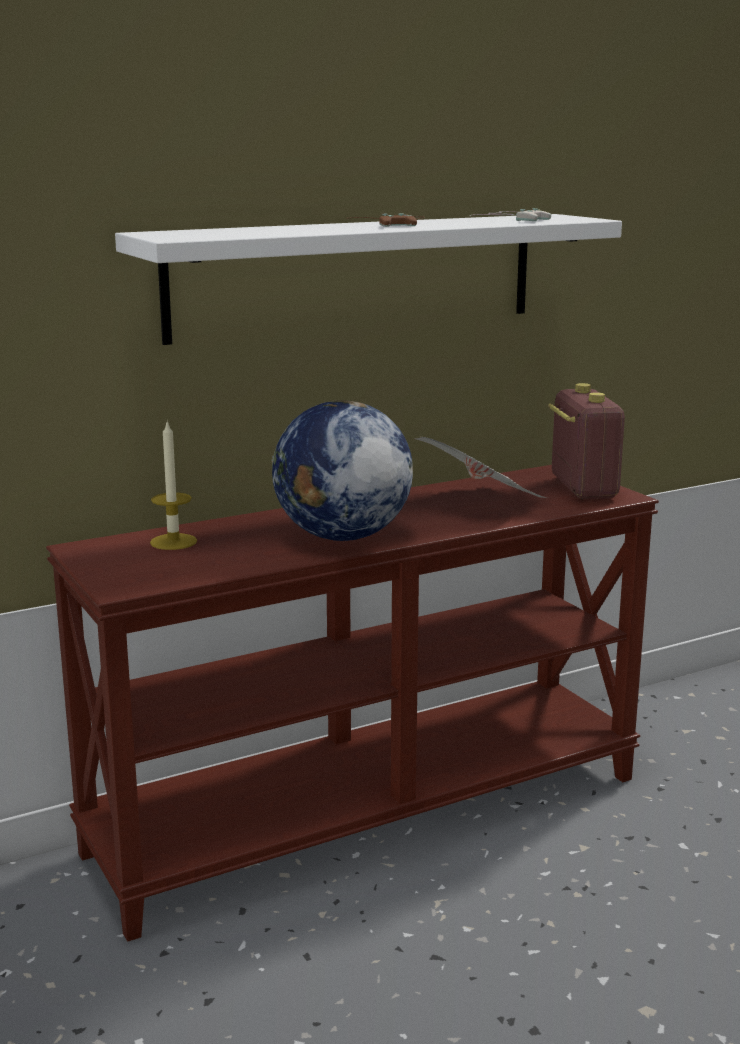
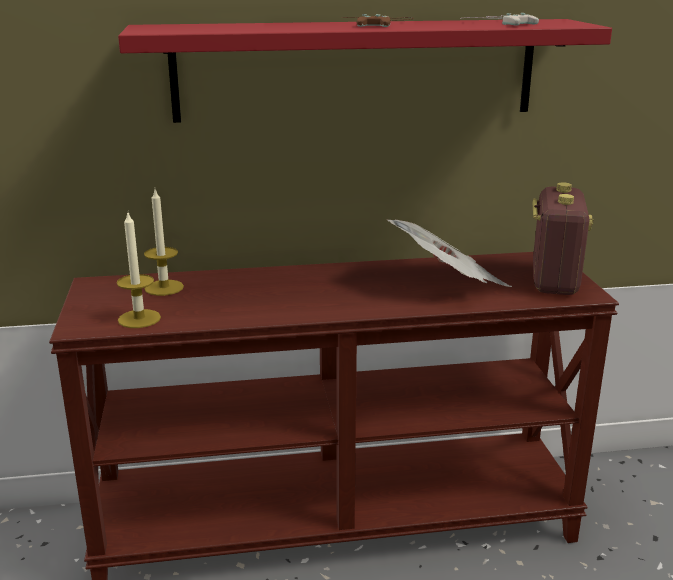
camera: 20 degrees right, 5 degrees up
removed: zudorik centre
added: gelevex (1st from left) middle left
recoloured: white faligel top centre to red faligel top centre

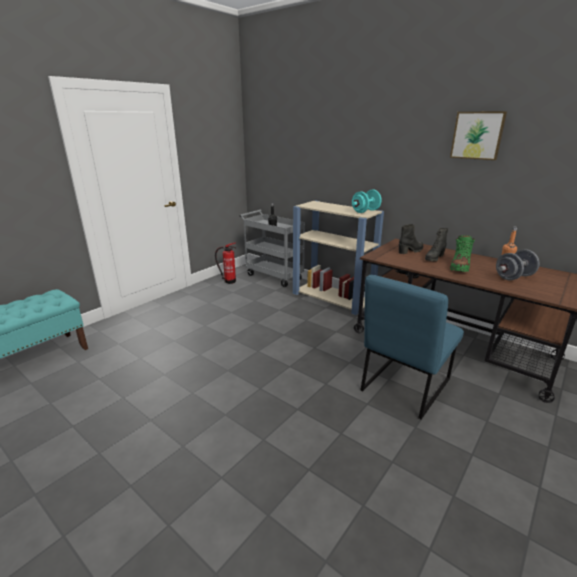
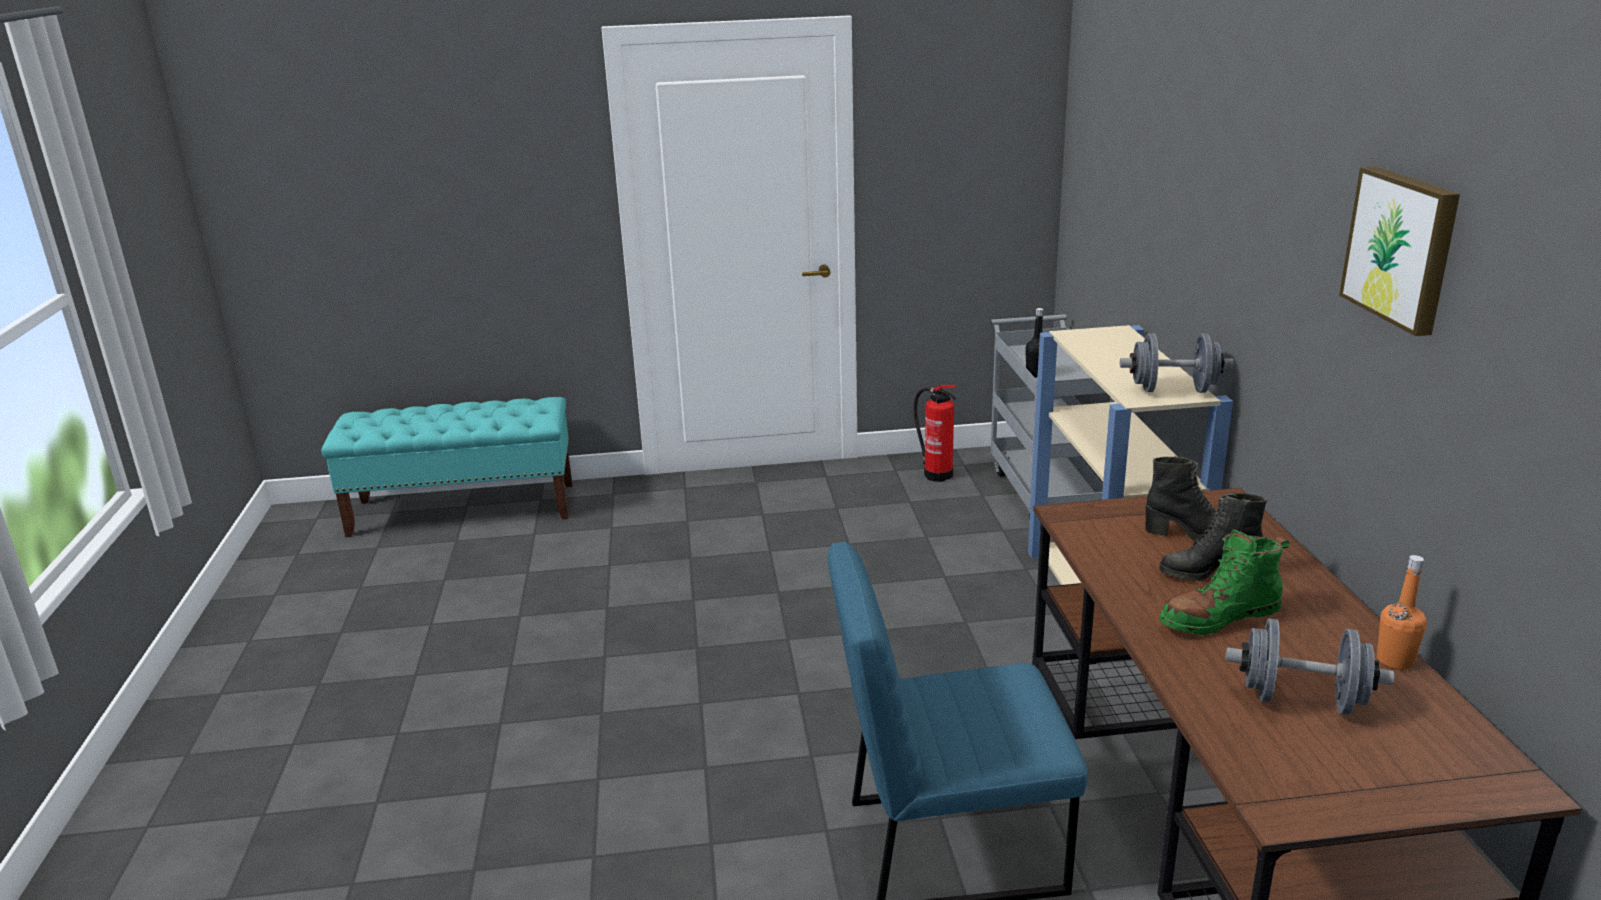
camera: 45 degrees right, 0 degrees up
recoloured: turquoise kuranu centre to grey kuranu (1st from left) middle right

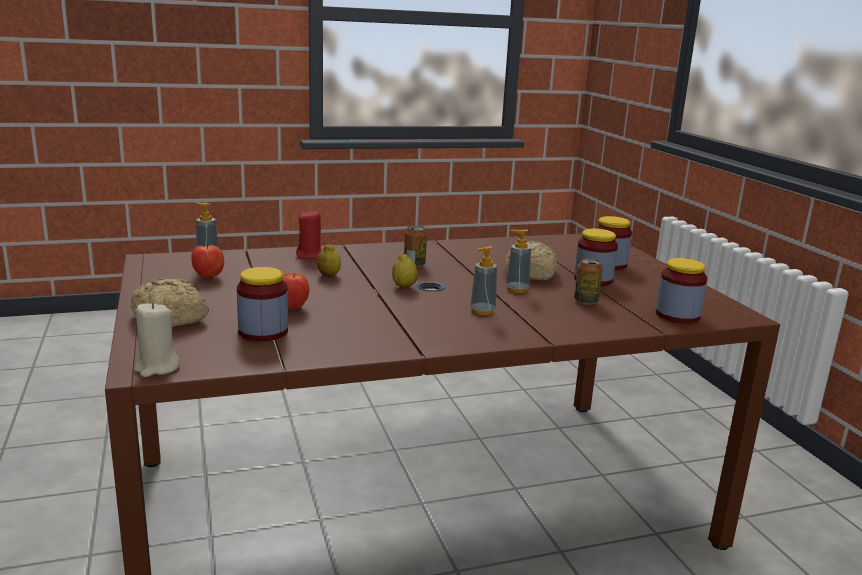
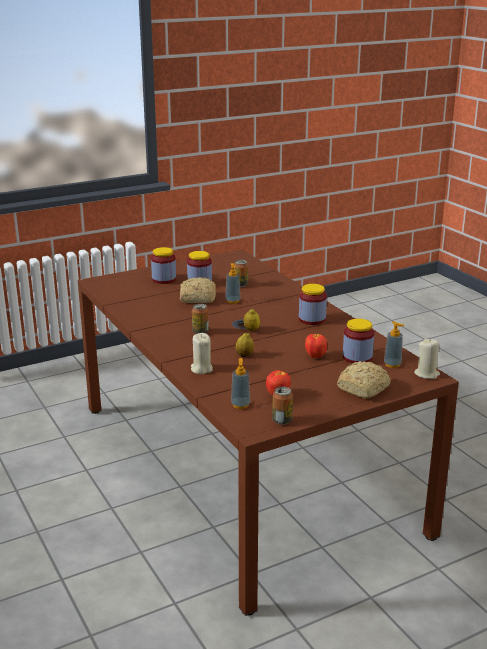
camera: 100 degrees left, 5 degrees up
added: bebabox (3rd from left) centre
moved: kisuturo (4th from left in the first image) middle right to kisuturo (3rd from left) centre; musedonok (2nd from left in the first image) centre to musedonok (3rd from left) middle right
recoloured: red gelevex centre to beige gelevex (1st from left) centre

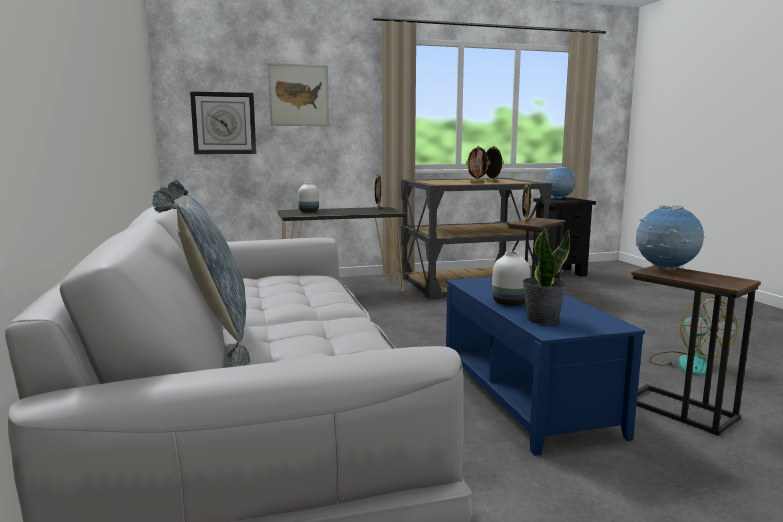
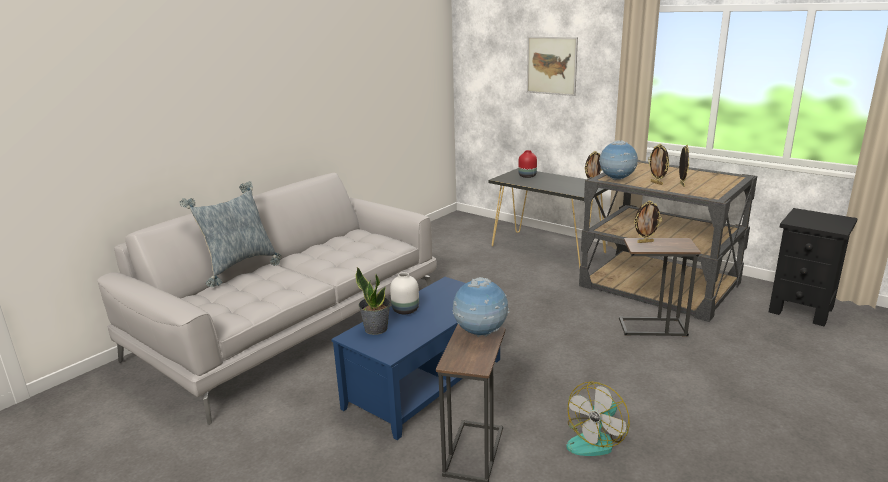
camera: 55 degrees right, 10 degrees up
removed: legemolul top left
moved: zudorik (1st from left in the first image) middle right to zudorik (2nd from left) top right
recoloured: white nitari (1st from left) centre to red nitari centre

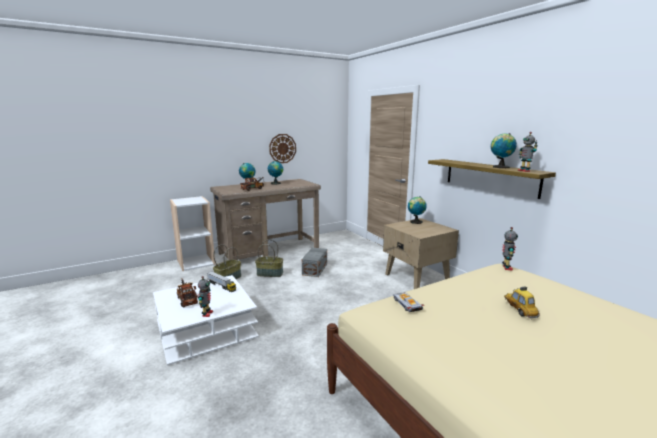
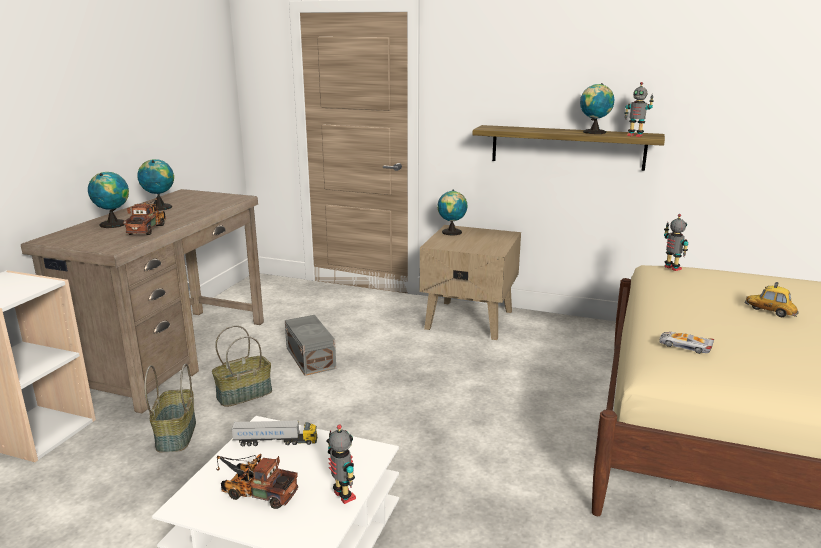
camera: 40 degrees left, 5 degrees up
removed: legemolul centre

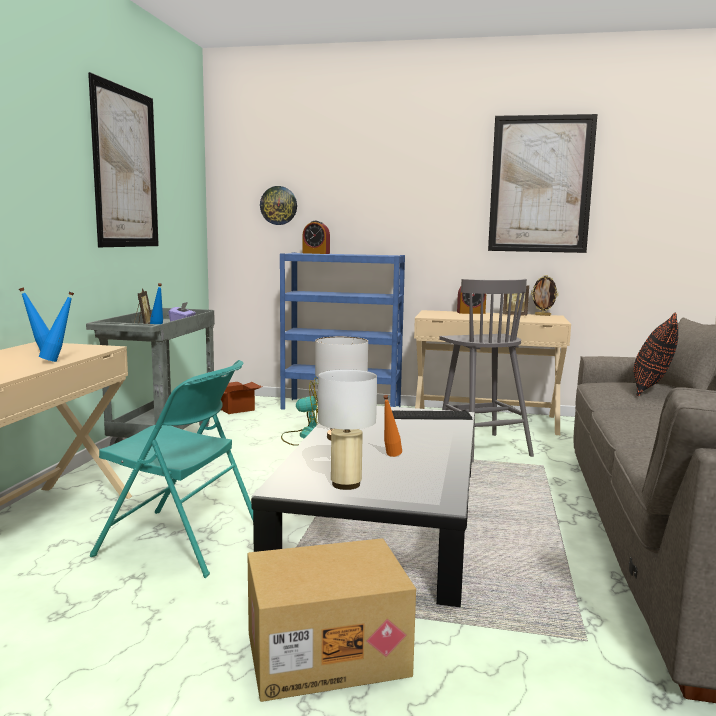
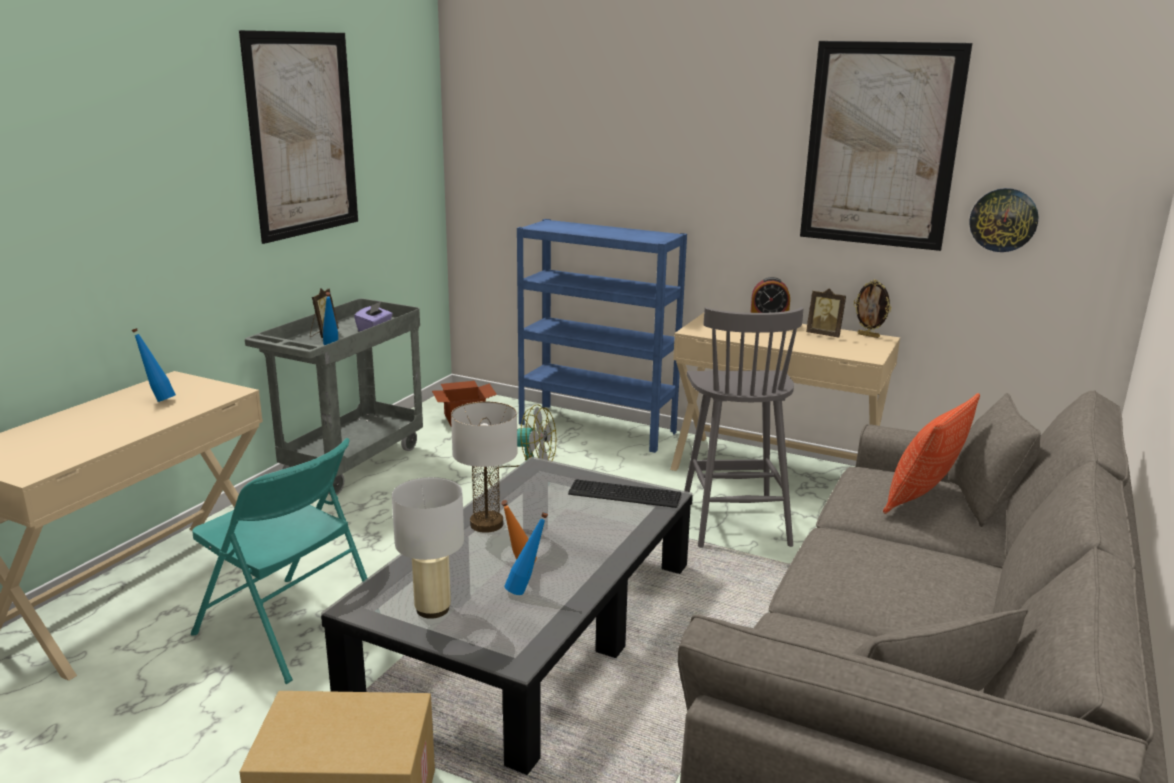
camera: 15 degrees right, 10 degrees up
removed: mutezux (1st from left) top centre
moved: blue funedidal (2nd from left in the first image) middle left to blue funedidal (3rd from left) bottom centre; legemolul top centre to top right
recoloured: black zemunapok middle right to orange zemunapok middle right

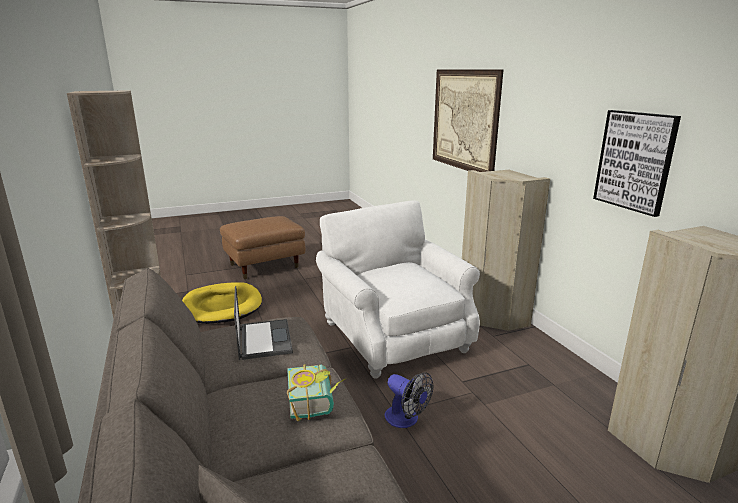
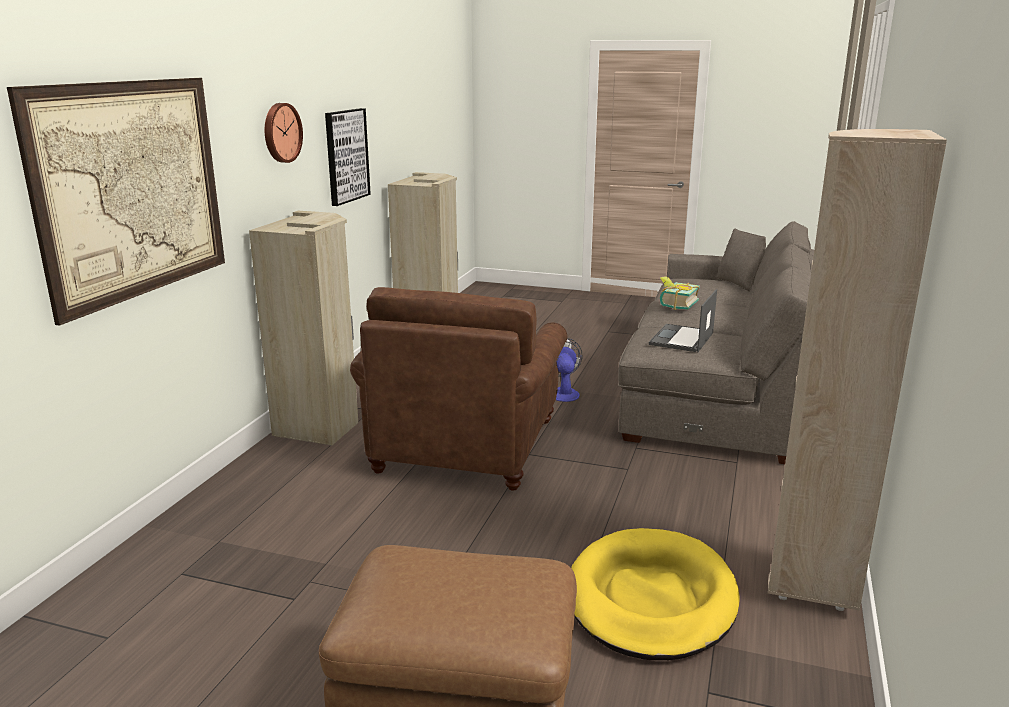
camera: 140 degrees left, 0 degrees up
added: legemolul top left
recoloured: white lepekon centre to brown lepekon centre

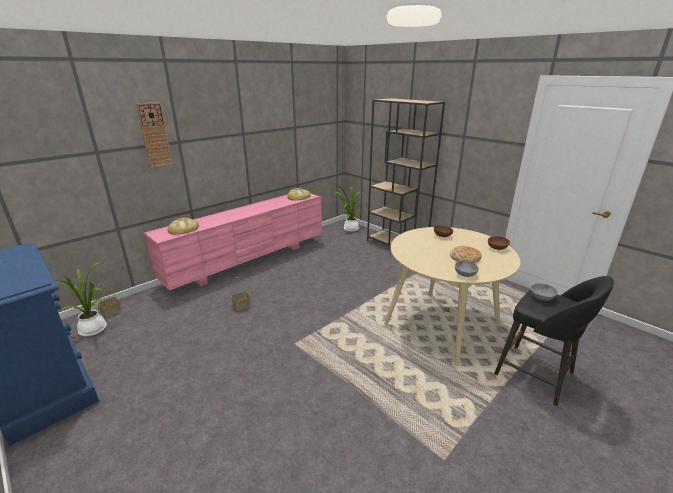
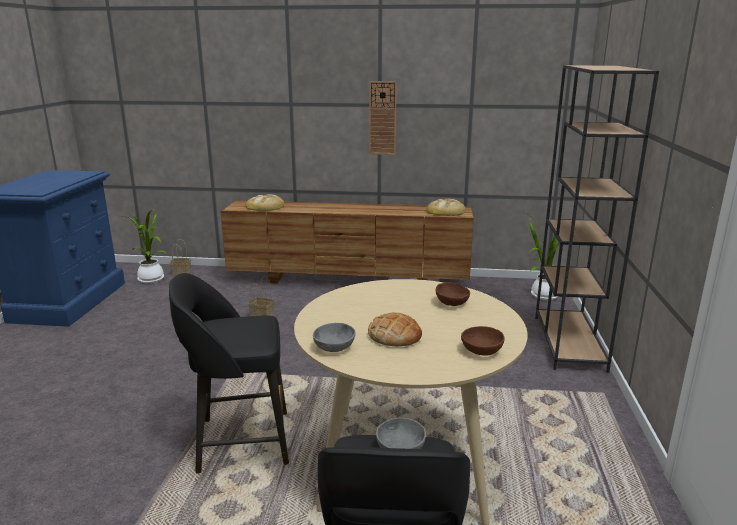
camera: 50 degrees right, 5 degrees down
added: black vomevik (1st from left) bottom left
moved: legemolul top left to top centre
recoloured: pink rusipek centre to brown rusipek centre

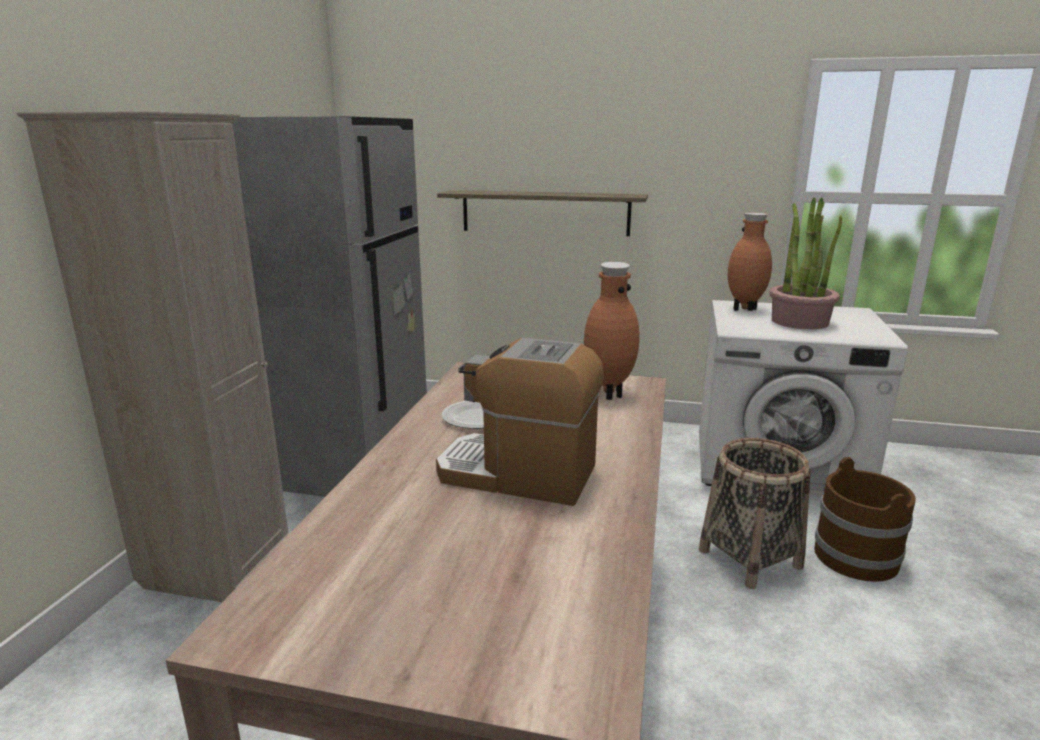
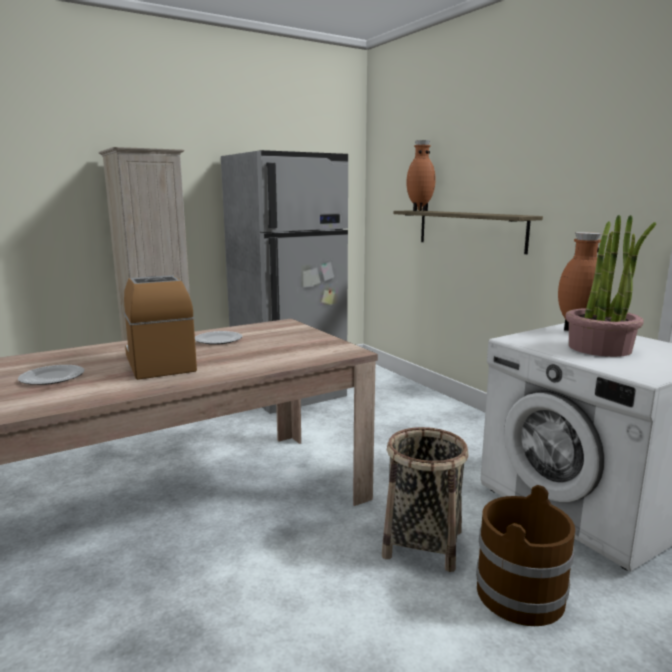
camera: 45 degrees right, 5 degrees down
added: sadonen (1st from left) middle left
moved: brown nitari (1st from left) centre to top centre

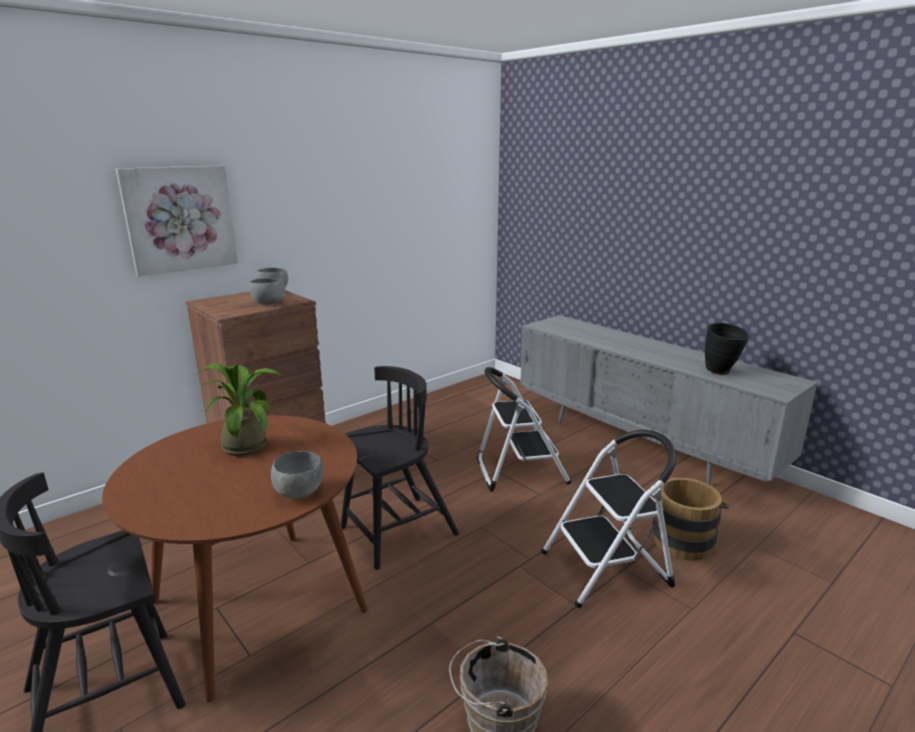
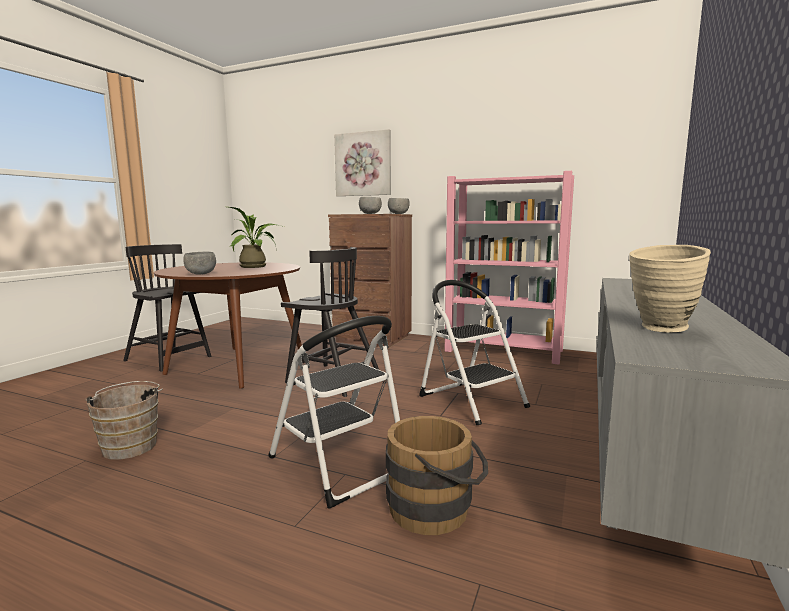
camera: 65 degrees right, 10 degrees down
added: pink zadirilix centre
recoloured: black nitari middle right to beige nitari middle right

